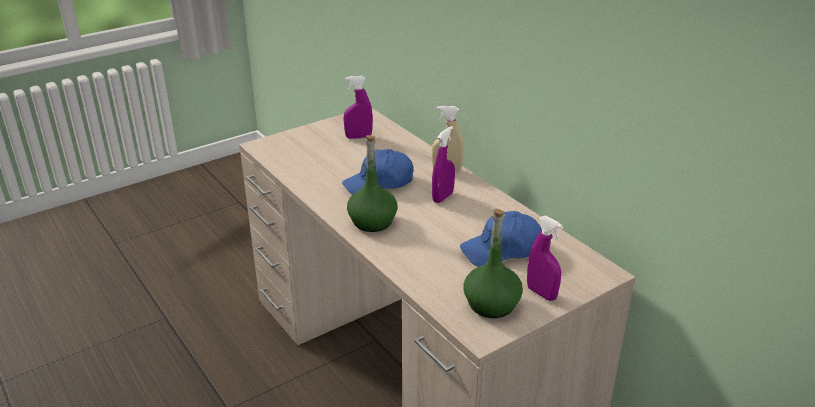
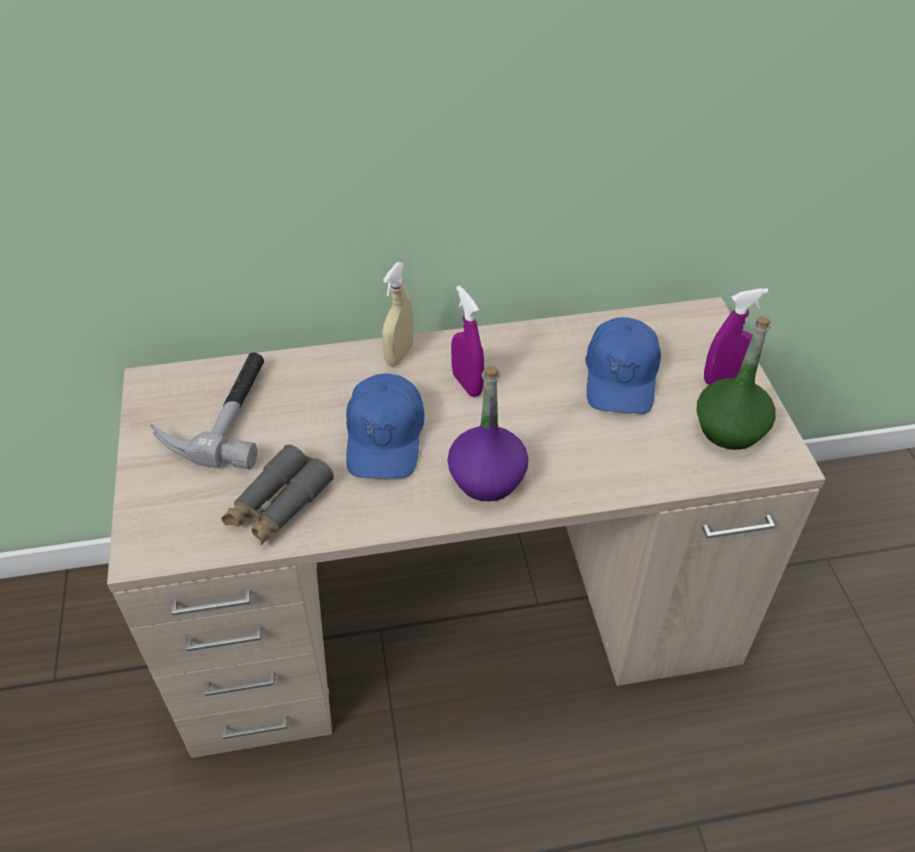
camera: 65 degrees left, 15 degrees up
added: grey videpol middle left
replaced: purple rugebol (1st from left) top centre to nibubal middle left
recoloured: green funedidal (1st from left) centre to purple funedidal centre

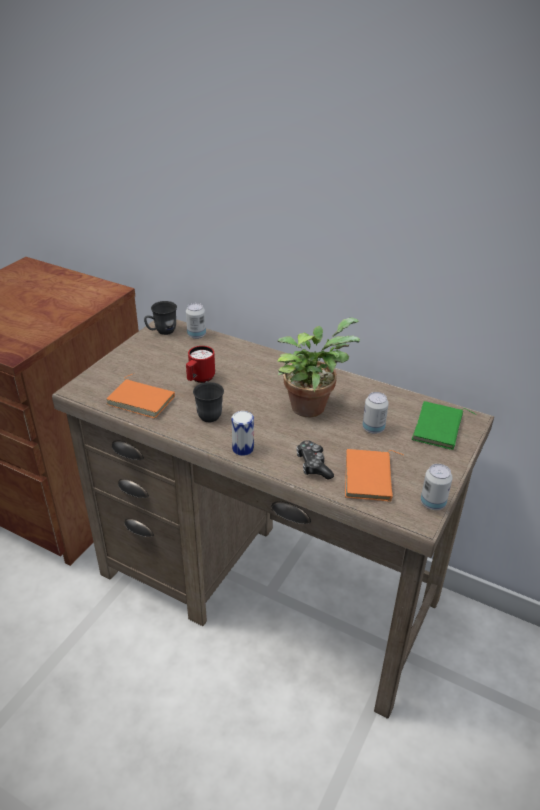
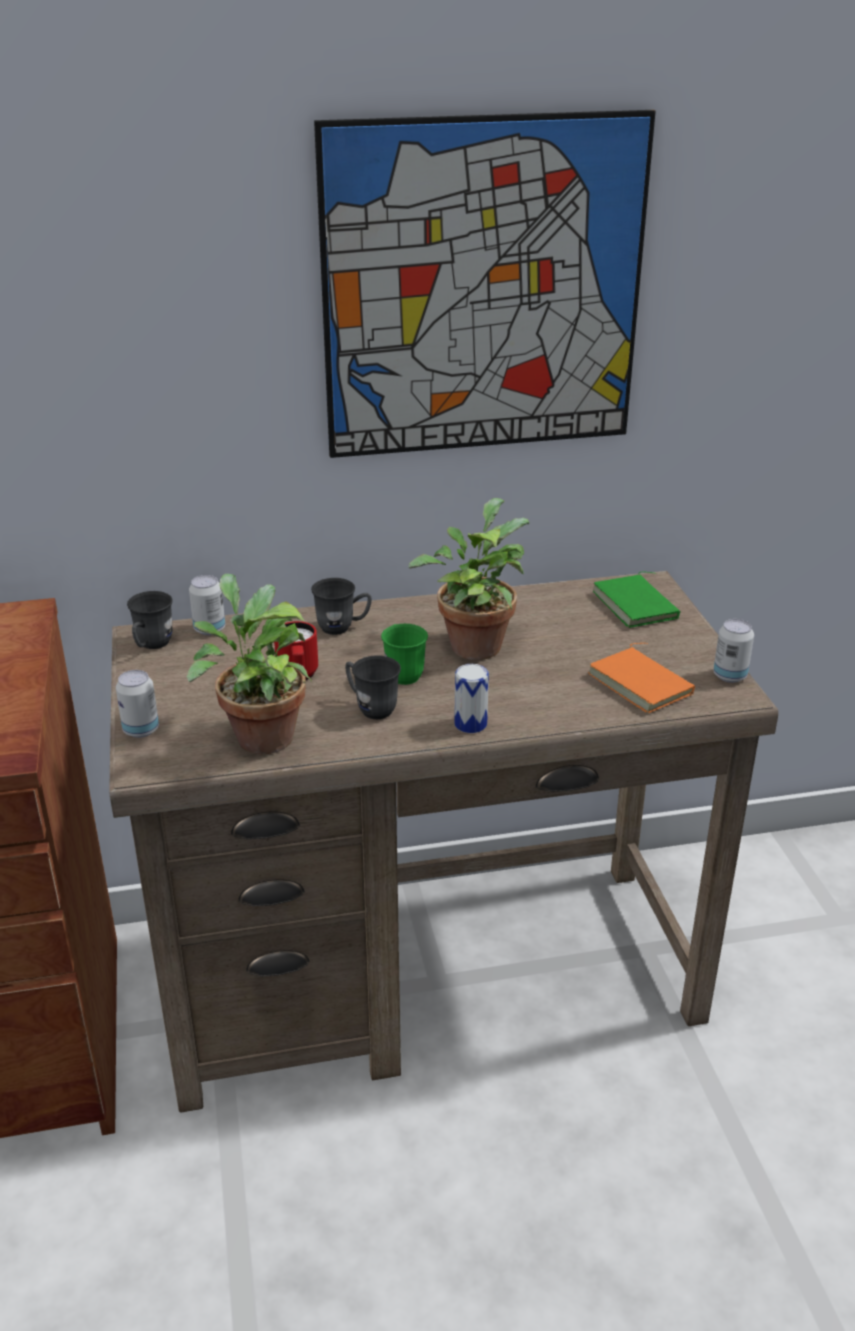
camera: 40 degrees left, 5 degrees down
removed: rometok centre
added: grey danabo (2nd from left) centre; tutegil top centre; green danabo centre
moved: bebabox (3rd from left in the first image) middle right to bebabox (1st from left) middle left
replaced: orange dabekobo (1st from left) middle left to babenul (1st from left) middle left

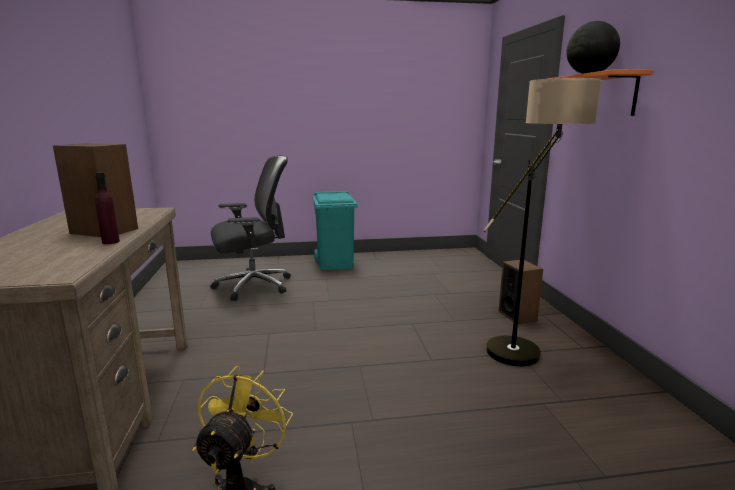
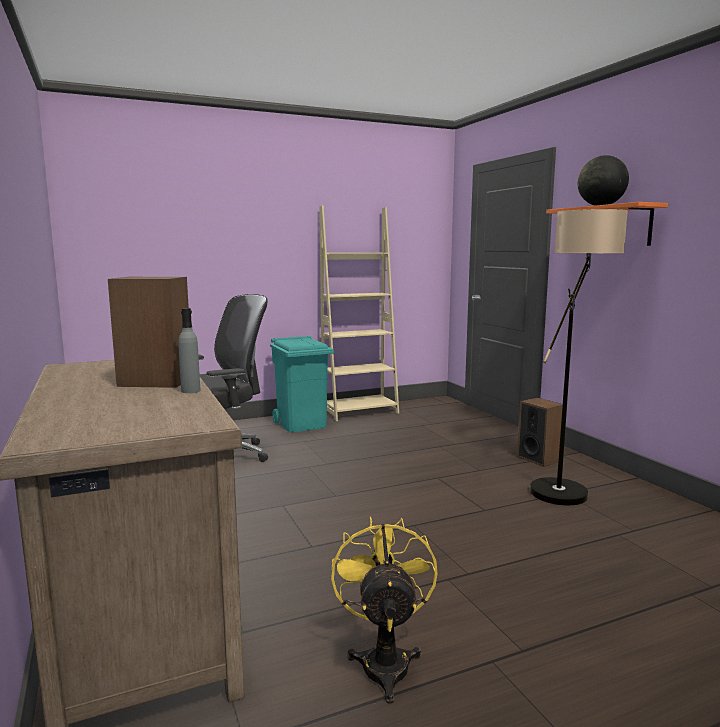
camera: 15 degrees left, 5 degrees down
added: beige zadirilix centre
recoloured: purple funedidal middle left to grey funedidal middle left

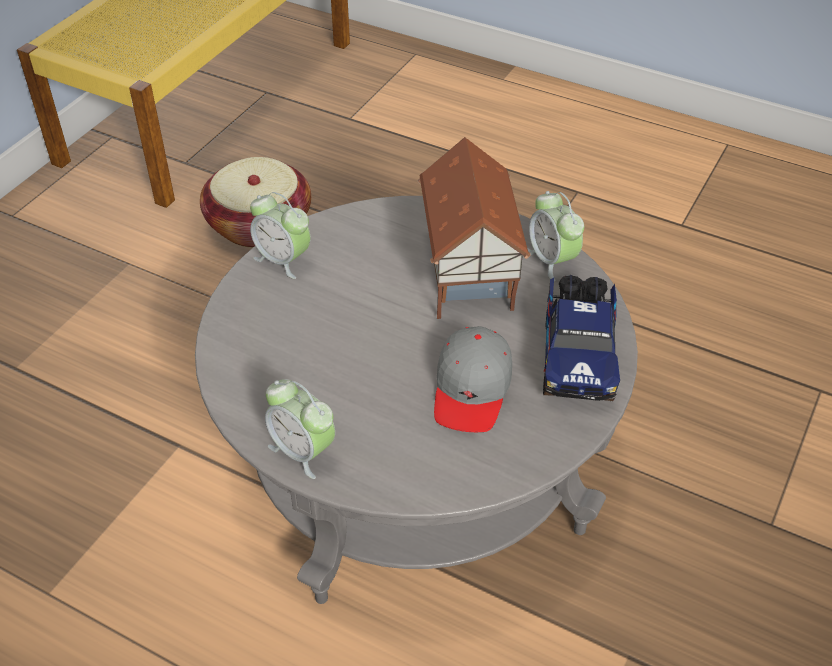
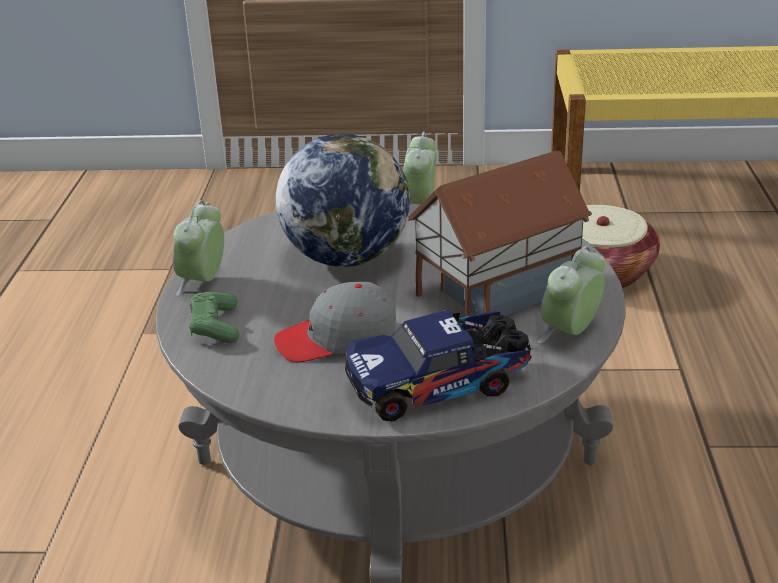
camera: 65 degrees right, 15 degrees down
added: green rometok middle left; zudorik centre

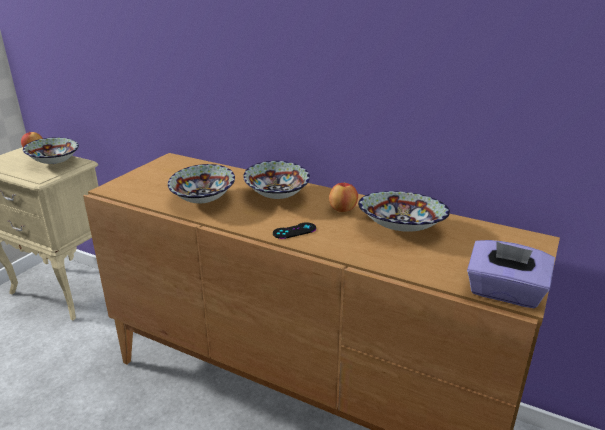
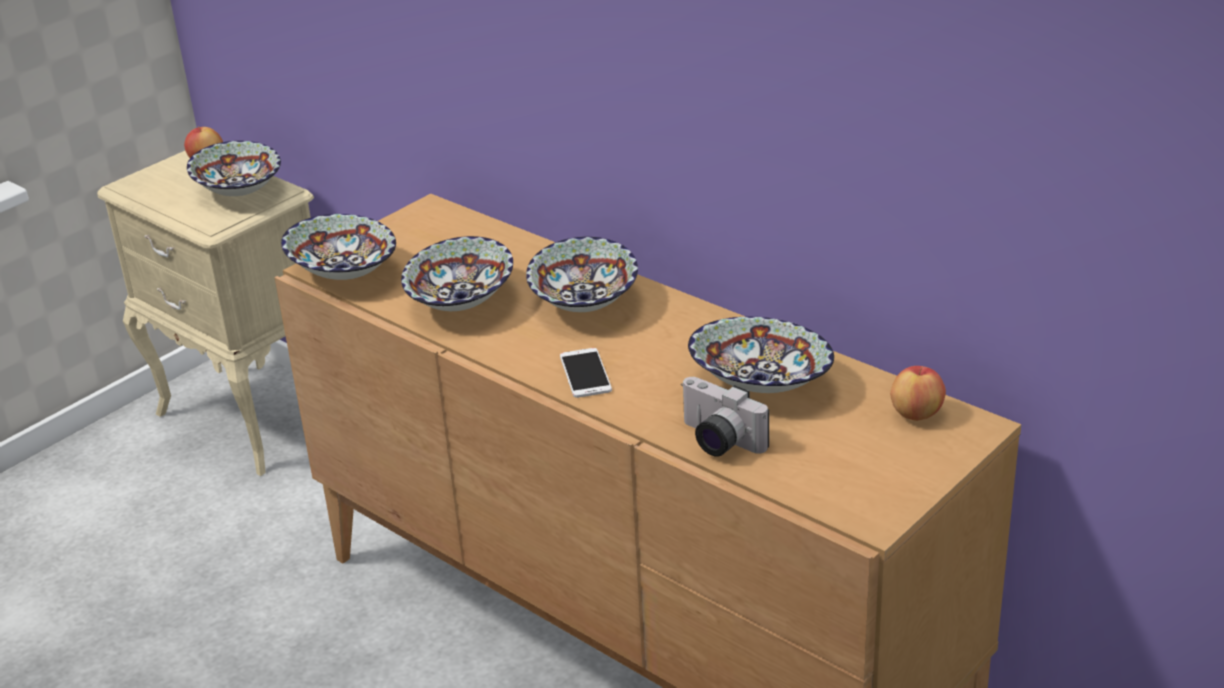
camera: 15 degrees right, 5 degrees up
removed: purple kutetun middle right
added: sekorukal (2nd from left) middle left; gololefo centre
moved: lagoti (2nd from left) centre to middle right
replaced: black rometok centre to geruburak centre

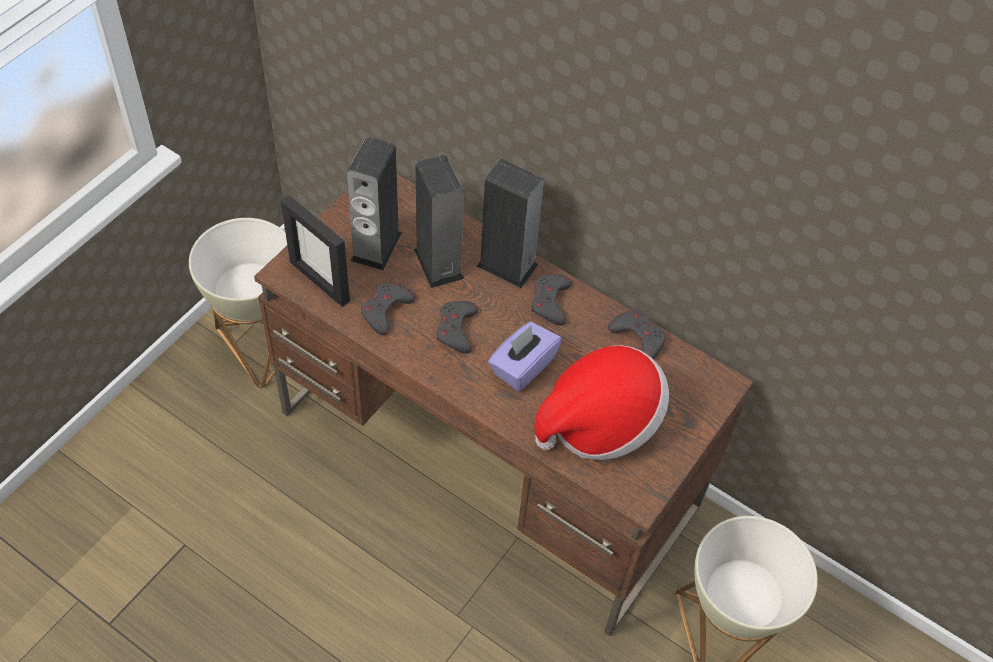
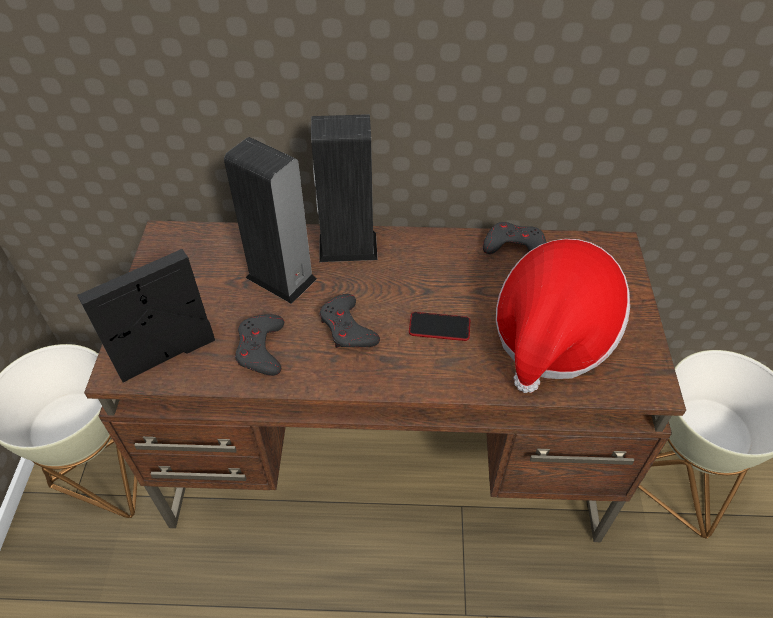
camera: 30 degrees left, 5 degrees down
removed: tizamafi (1st from left) top centre; grey rometok (3rd from left) centre
replaced: purple kutetun centre to geruburak centre
turned: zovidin middle left = middle left 135 degrees clockwise

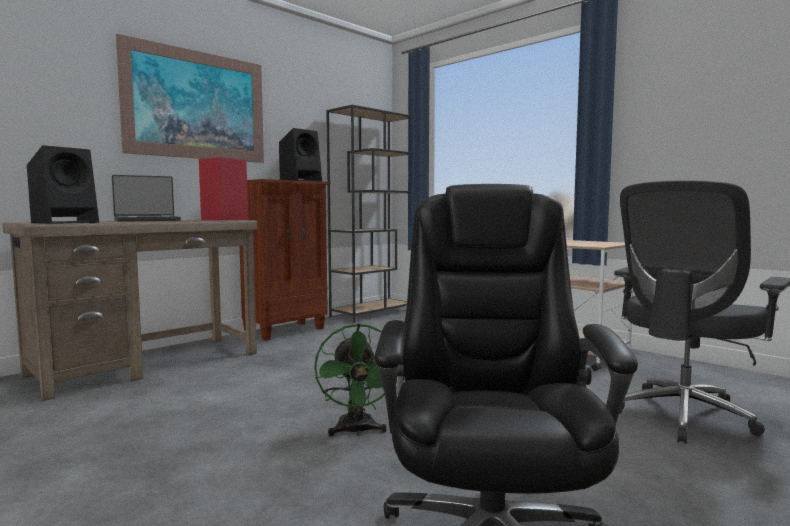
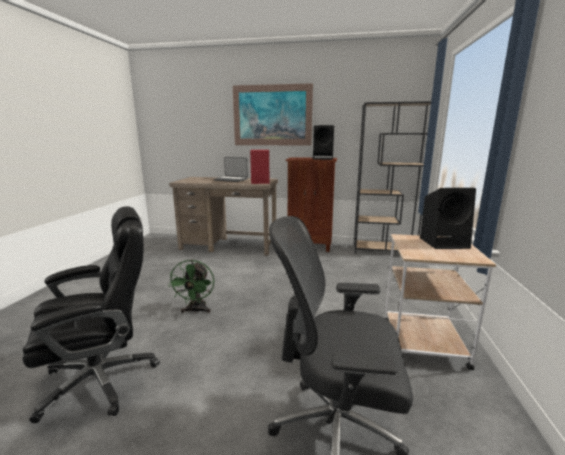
camera: 55 degrees right, 10 degrees up
moved: black tizamafi (1st from left in the first image) middle left to black tizamafi (2nd from left) middle right
turned: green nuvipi bottom centre = centre 45 degrees counterclockwise

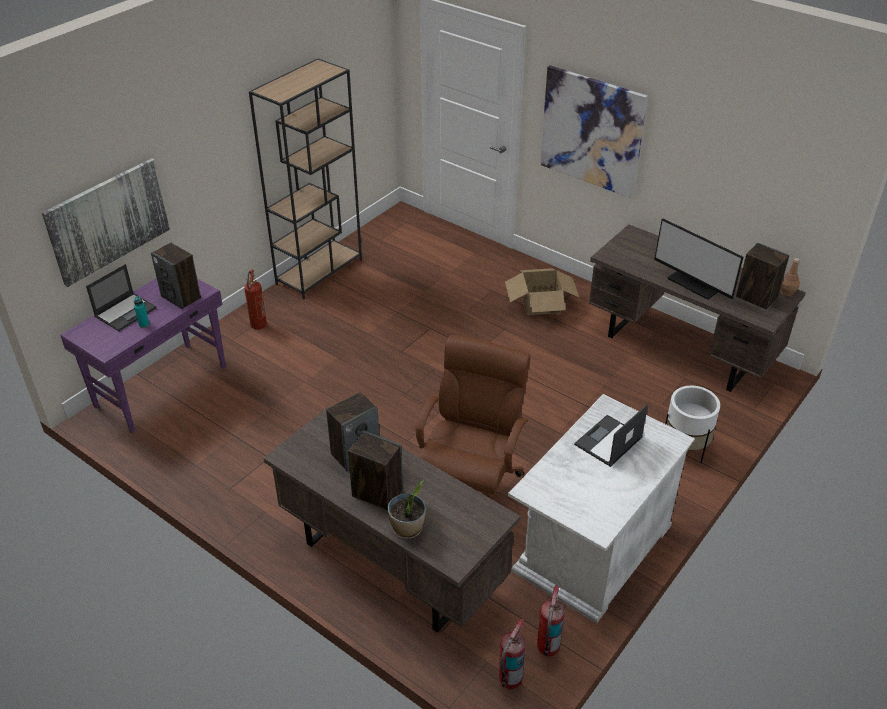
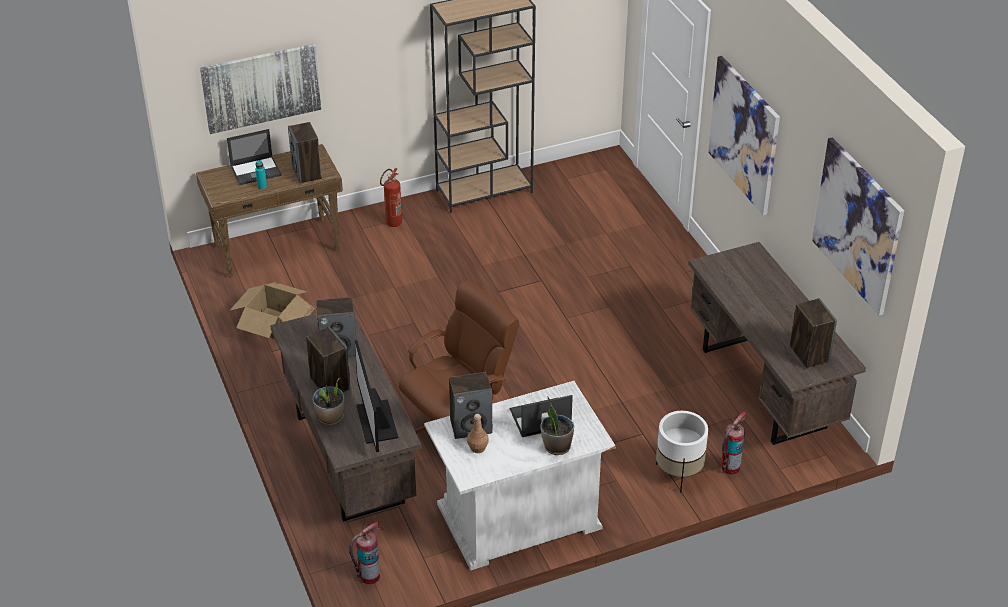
camera: 30 degrees right, 0 degrees up
added: tizamafi (4th from left) bottom centre; babenul (2nd from left) bottom centre; tutegil (3rd from left) middle right
moved: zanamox centre to middle left; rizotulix middle right to centre; brown funedidal middle right to bottom centre; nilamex (3rd from left) bottom centre to bottom right
recoloured: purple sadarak middle left to brown sadarak middle left

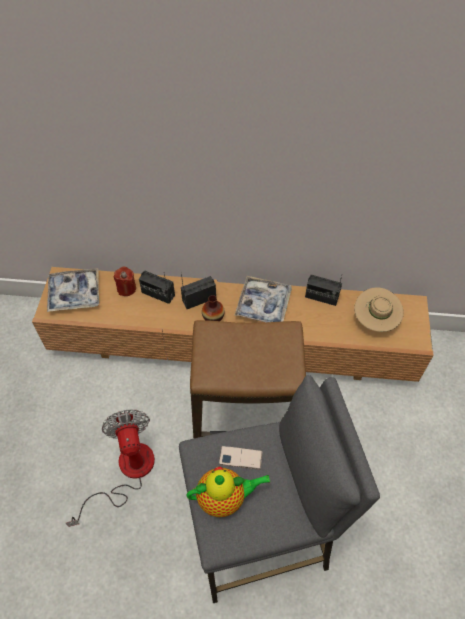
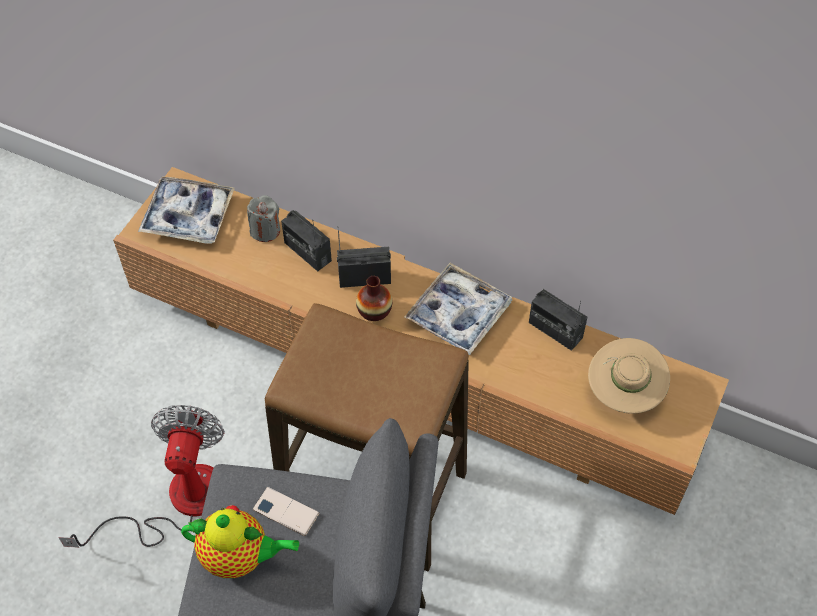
camera: 20 degrees right, 0 degrees up
recoloured: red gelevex middle left to grey gelevex middle left

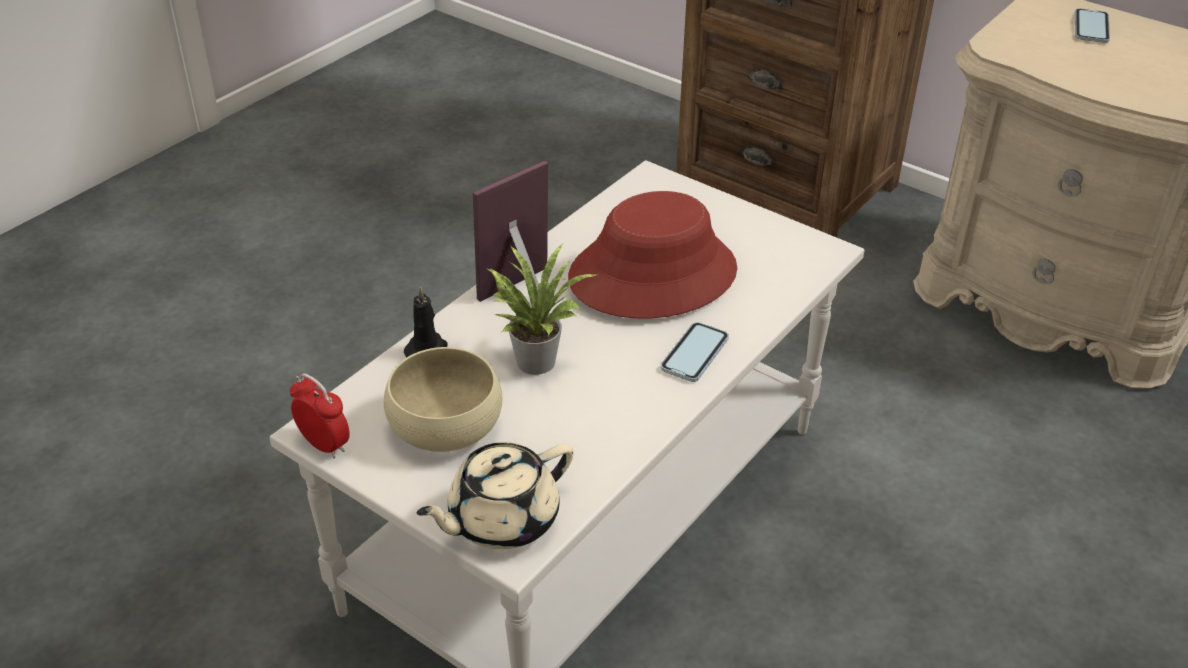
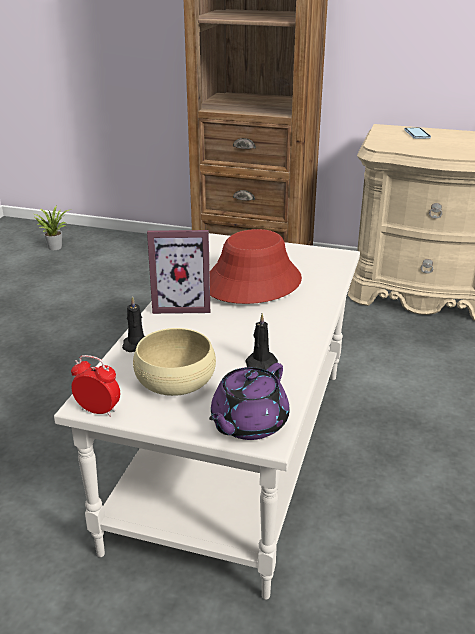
camera: 20 degrees left, 10 degrees down
removed: geruburak (1st from left) centre
added: black gelevex (2nd from left) centre
moved: babenul centre to middle left
recoloured: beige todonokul bottom centre to purple todonokul centre
turned: zovidin centre = centre 120 degrees counterclockwise

